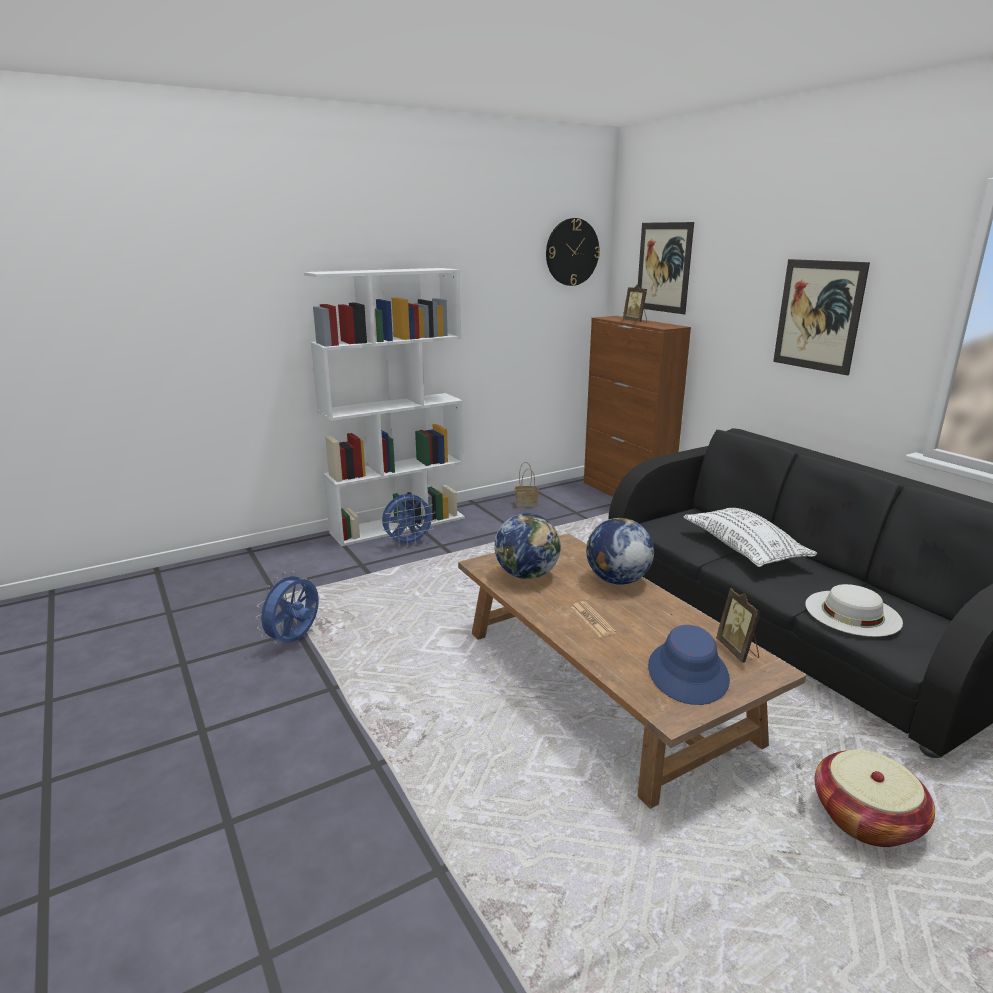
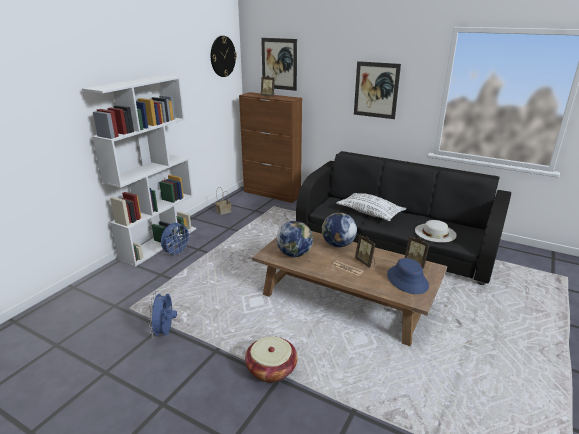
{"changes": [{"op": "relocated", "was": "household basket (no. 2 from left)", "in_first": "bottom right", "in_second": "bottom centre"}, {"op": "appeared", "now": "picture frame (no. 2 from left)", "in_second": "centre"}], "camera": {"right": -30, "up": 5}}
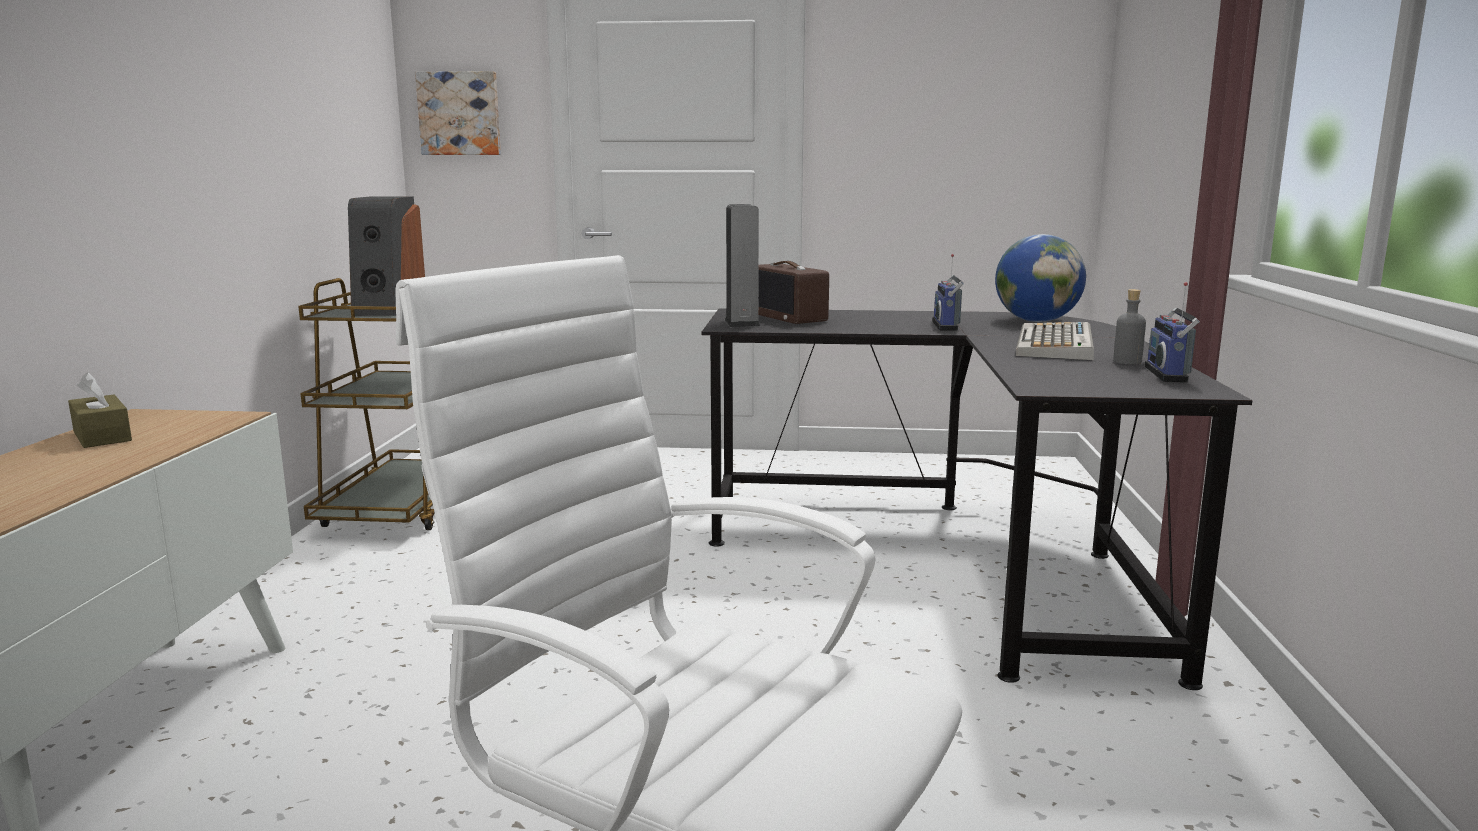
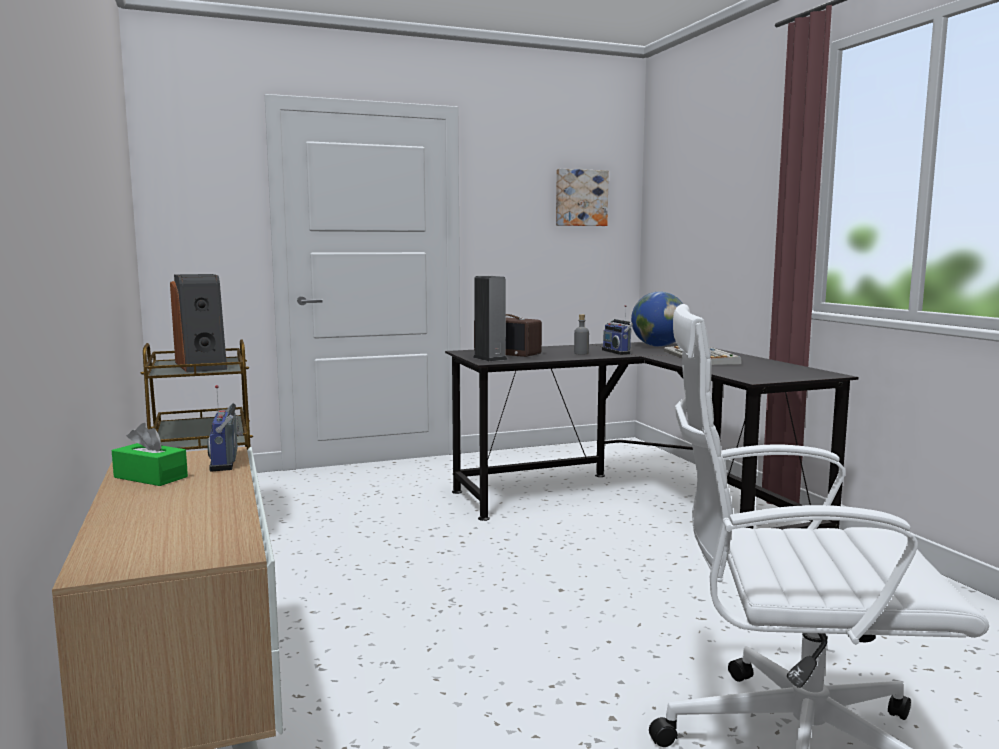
{"changes": [{"op": "colour", "was": "box of tissues (brown)", "now": "box of tissues (green)", "in_first": "middle left", "in_second": "middle left"}, {"op": "relocated", "was": "radio set (no. 3 from left in the first image)", "now": "radio set (no. 1 from left)", "in_first": "middle right", "in_second": "middle left"}, {"op": "relocated", "was": "wall picture", "in_first": "top left", "in_second": "top centre"}, {"op": "relocated", "was": "beverage bottle (gray)", "in_first": "middle right", "in_second": "centre"}], "camera": {"right": -25, "up": -5}}
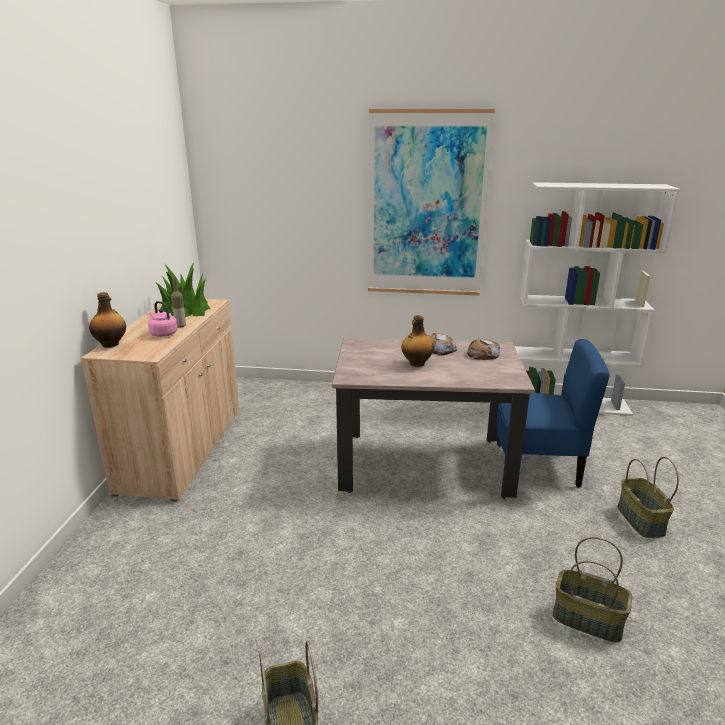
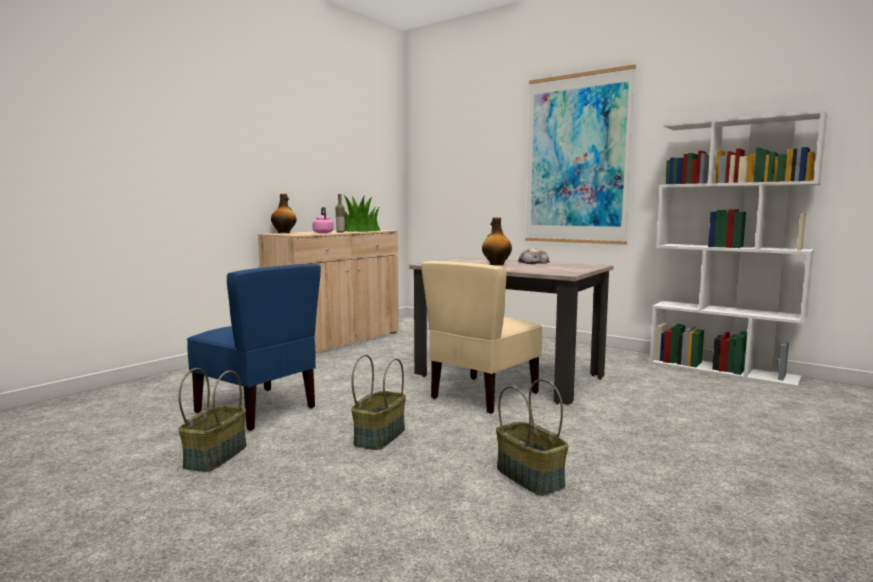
{"changes": [{"op": "relocated", "was": "upright chair (blue)", "in_first": "middle right", "in_second": "middle left"}, {"op": "relocated", "was": "household basket (no. 3 from left in the first image)", "now": "household basket (no. 2 from left)", "in_first": "bottom right", "in_second": "bottom centre"}, {"op": "appeared", "now": "upright chair (beige-coloured)", "in_second": "centre"}, {"op": "missing", "was": "baked bread (no. 2 from left)", "in_first": "centre"}], "camera": {"right": 30, "up": -15}}
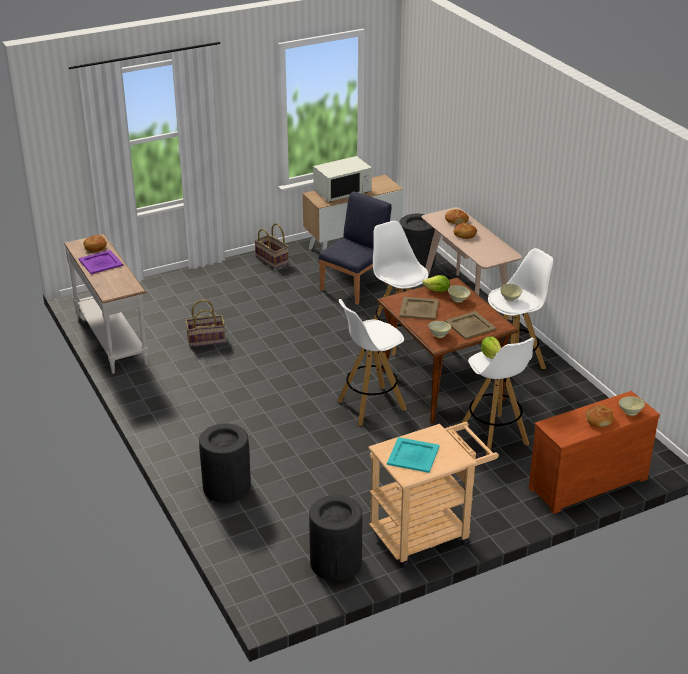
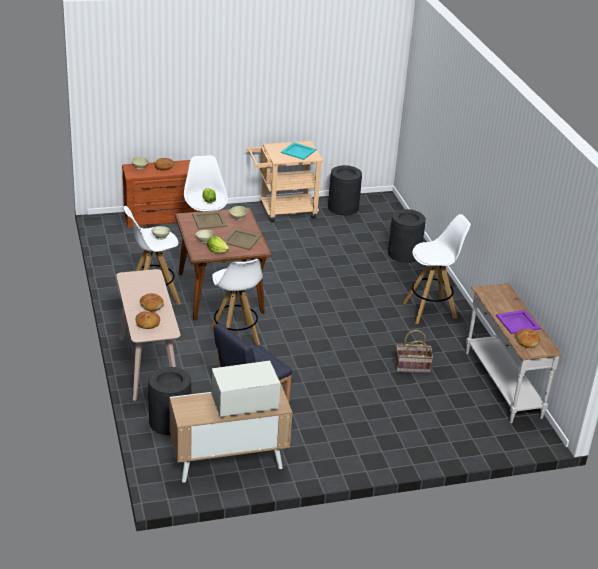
{"changes": [{"op": "relocated", "was": "sitting stool (white) (no. 1 from left in the first image)", "now": "sitting stool (white) (no. 4 from left)", "in_first": "centre", "in_second": "middle right"}, {"op": "missing", "was": "household basket (no. 2 from left)", "in_first": "centre"}], "camera": {"right": -170, "up": 0}}
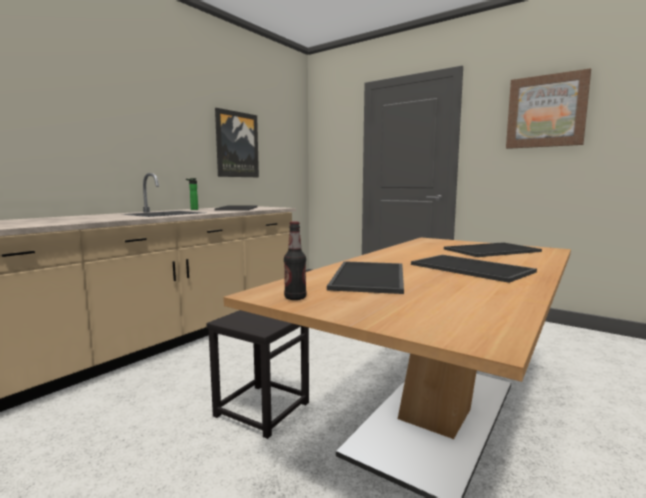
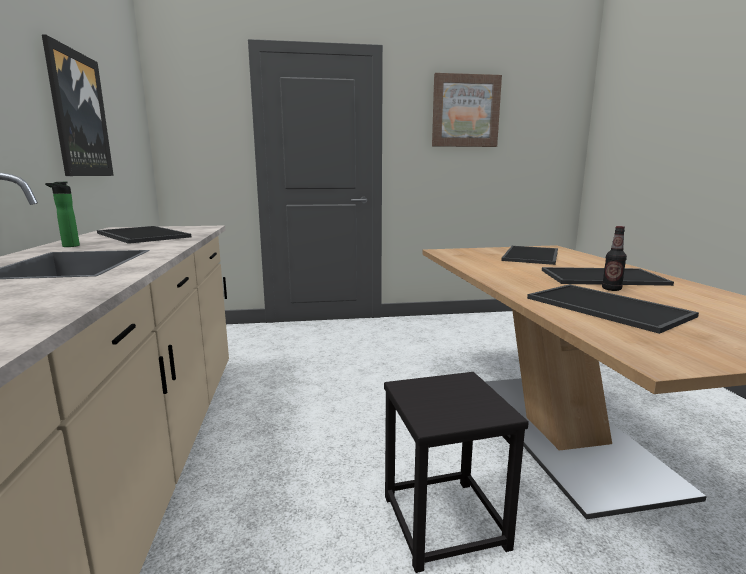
{"changes": [{"op": "relocated", "was": "beverage bottle (no. 2 from left)", "in_first": "centre", "in_second": "middle right"}], "camera": {"right": -45, "up": 5}}
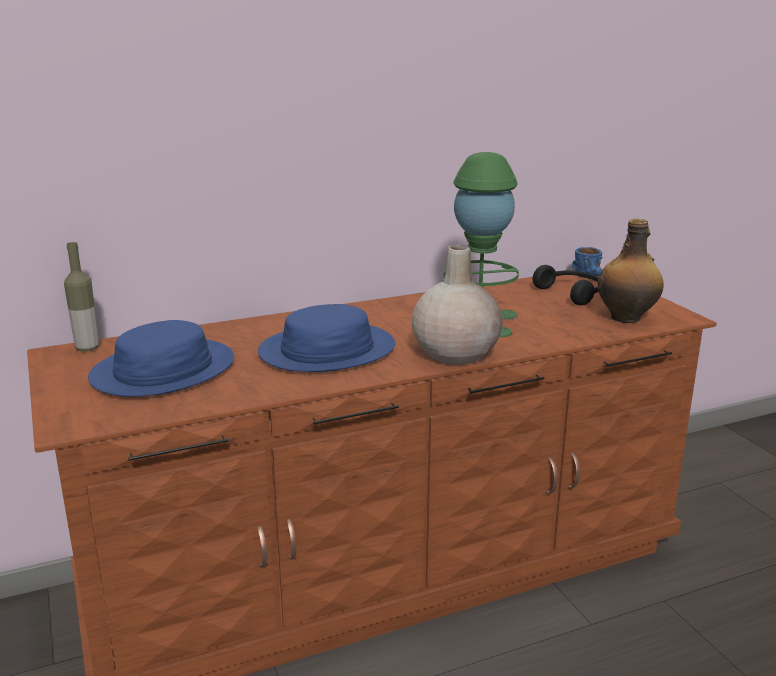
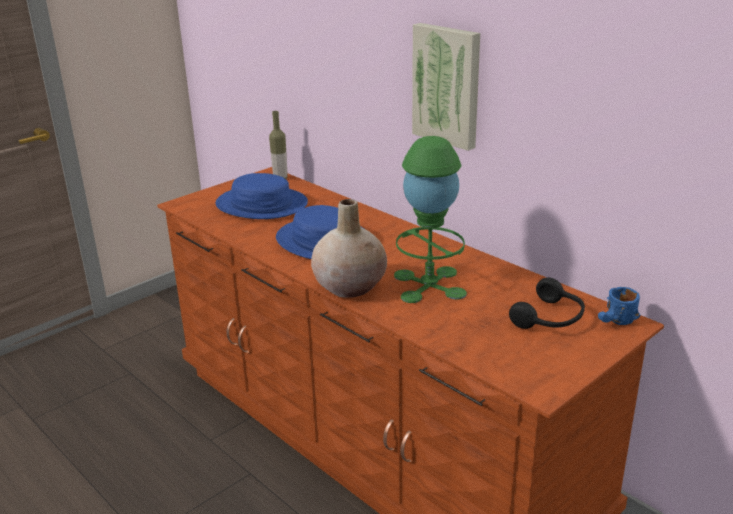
{"changes": [{"op": "appeared", "now": "wall picture", "in_second": "top centre"}, {"op": "missing", "was": "beverage bottle (no. 2 from left)", "in_first": "middle right"}], "camera": {"right": 70, "up": 5}}
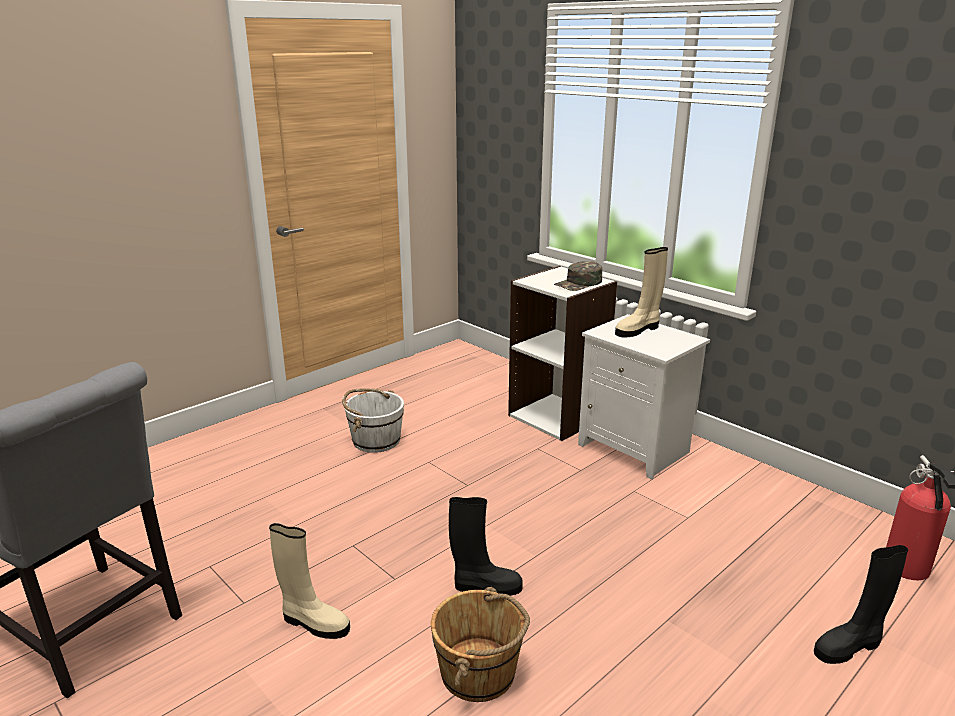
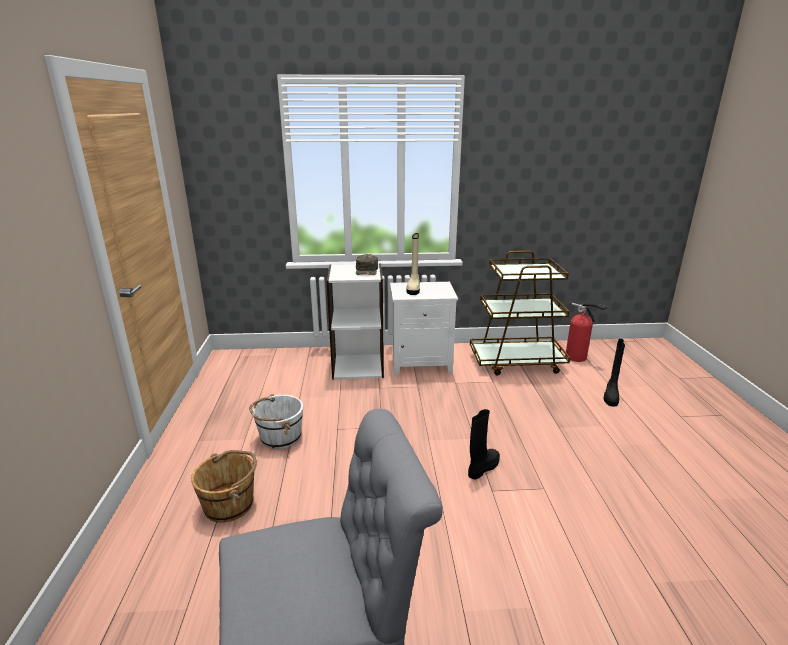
{"changes": [{"op": "relocated", "was": "water bucket (brown)", "in_first": "bottom centre", "in_second": "bottom left"}, {"op": "appeared", "now": "trolley (brown)", "in_second": "centre"}, {"op": "missing", "was": "tall boot (beige-coloured) (no. 1 from left)", "in_first": "bottom left"}], "camera": {"right": -50, "up": 0}}
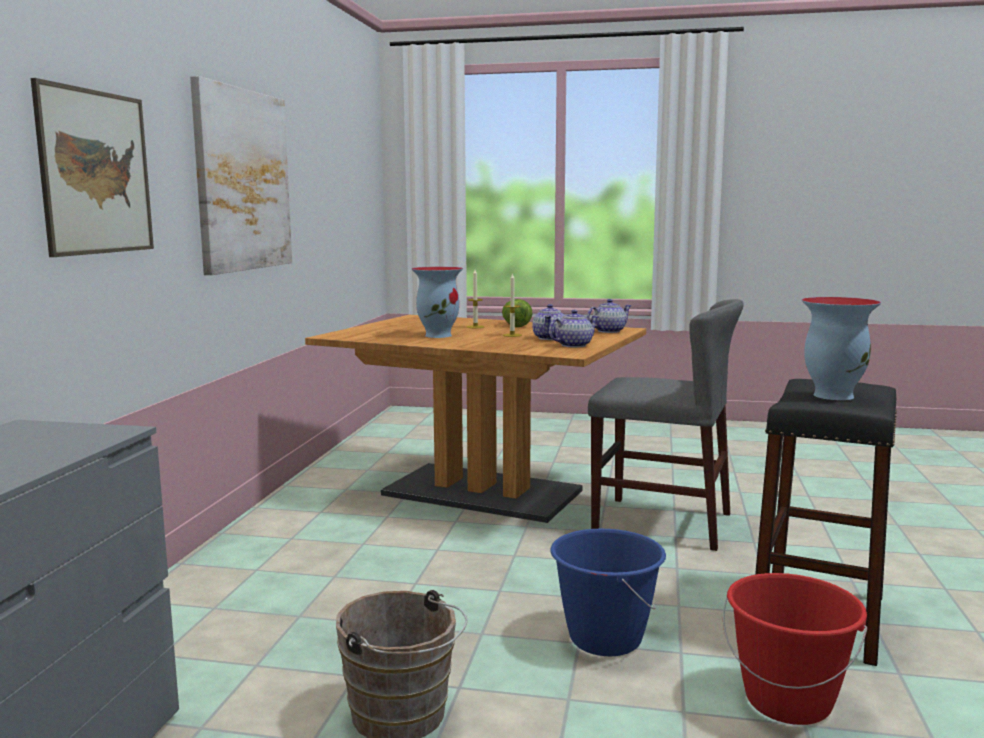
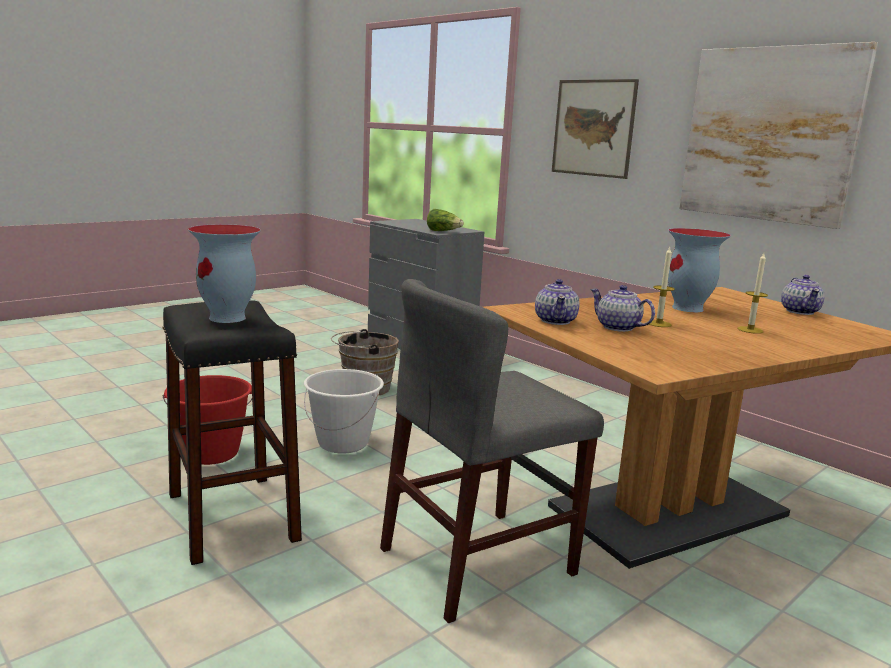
{"changes": [{"op": "colour", "was": "water bucket (blue)", "now": "water bucket (white)", "in_first": "bottom centre", "in_second": "centre"}, {"op": "relocated", "was": "head of lettuce", "in_first": "centre", "in_second": "top centre"}, {"op": "relocated", "was": "teapot (no. 3 from left)", "in_first": "centre", "in_second": "middle right"}], "camera": {"right": 125, "up": 5}}
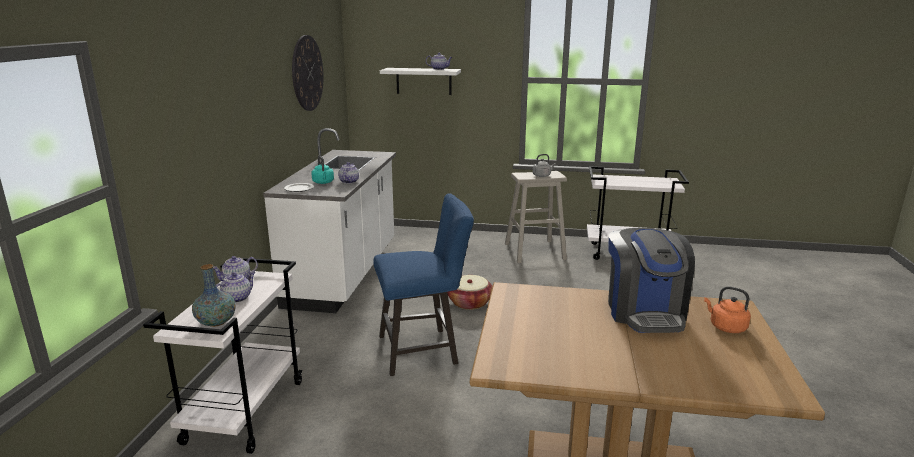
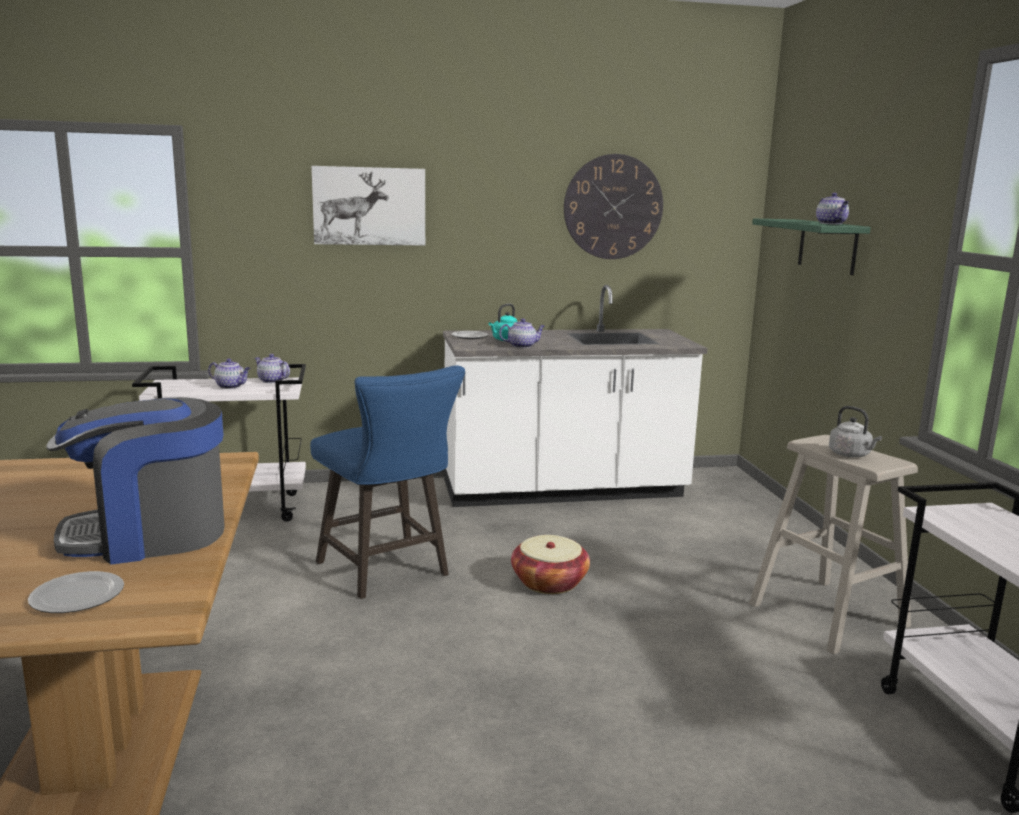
{"changes": [{"op": "exchanged", "was": "tea kettle (orangey)", "now": "dinner plate (no. 1 from left)", "in_first": "bottom right", "in_second": "bottom left"}, {"op": "appeared", "now": "wall picture", "in_second": "top centre"}, {"op": "colour", "was": "shelf (white)", "now": "shelf (green)", "in_first": "top centre", "in_second": "top right"}, {"op": "missing", "was": "decorative vase", "in_first": "middle left"}], "camera": {"right": 70, "up": -5}}
